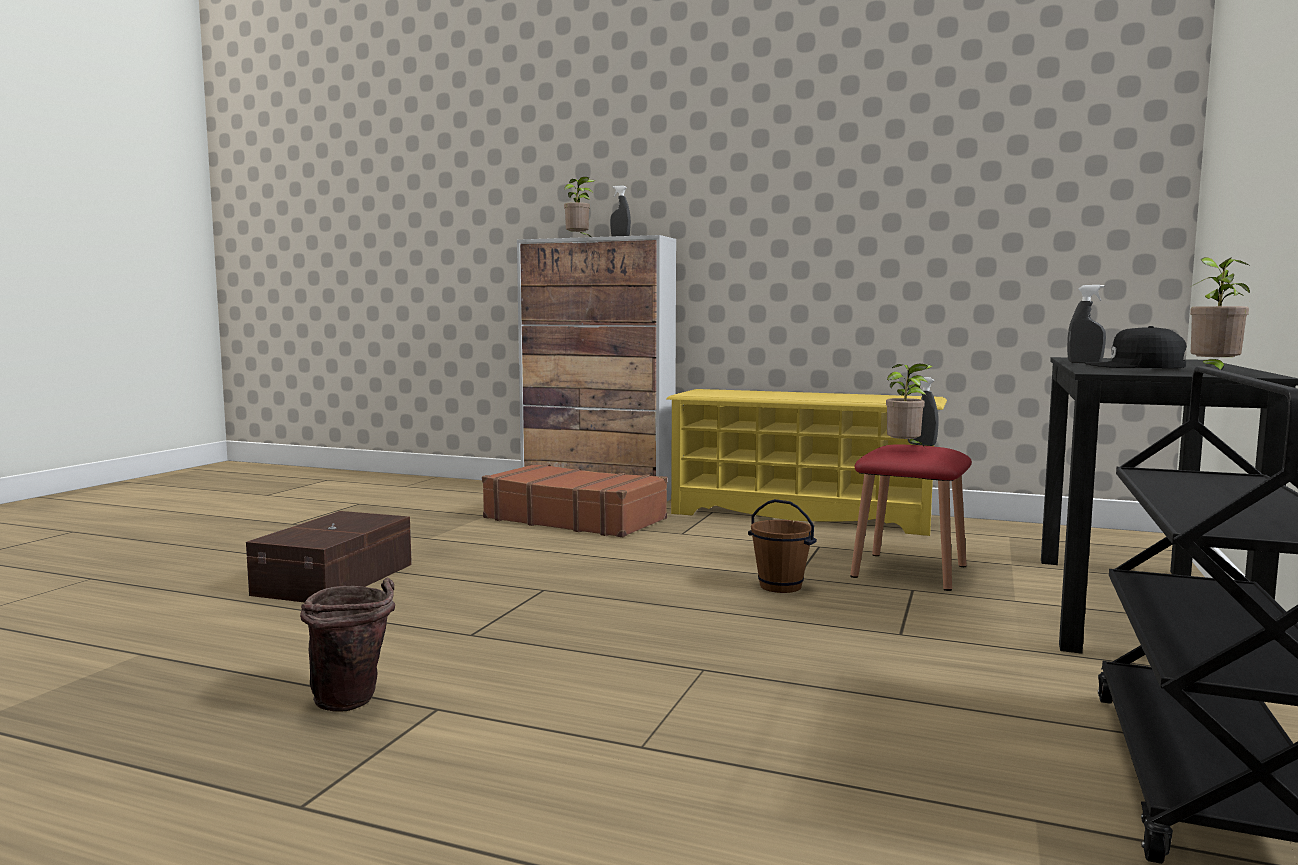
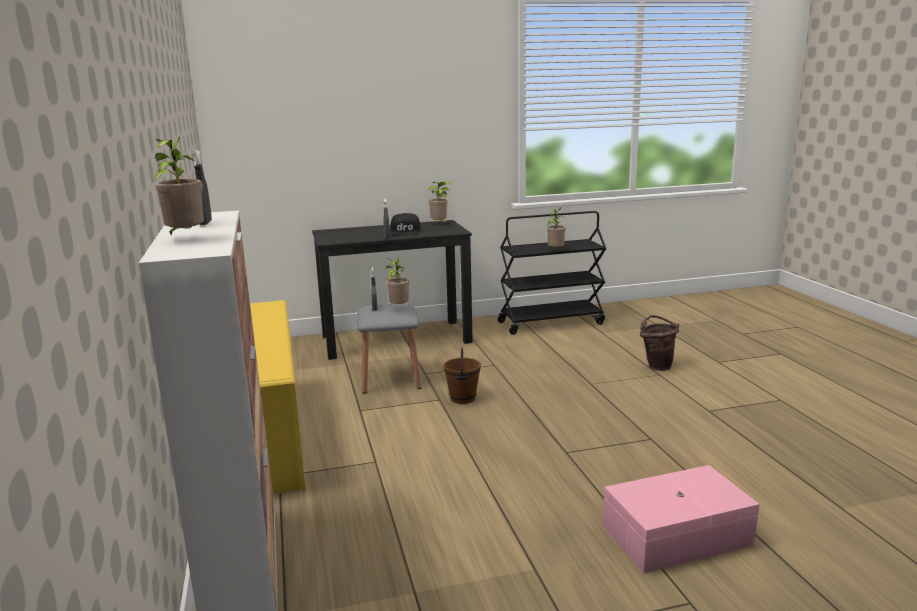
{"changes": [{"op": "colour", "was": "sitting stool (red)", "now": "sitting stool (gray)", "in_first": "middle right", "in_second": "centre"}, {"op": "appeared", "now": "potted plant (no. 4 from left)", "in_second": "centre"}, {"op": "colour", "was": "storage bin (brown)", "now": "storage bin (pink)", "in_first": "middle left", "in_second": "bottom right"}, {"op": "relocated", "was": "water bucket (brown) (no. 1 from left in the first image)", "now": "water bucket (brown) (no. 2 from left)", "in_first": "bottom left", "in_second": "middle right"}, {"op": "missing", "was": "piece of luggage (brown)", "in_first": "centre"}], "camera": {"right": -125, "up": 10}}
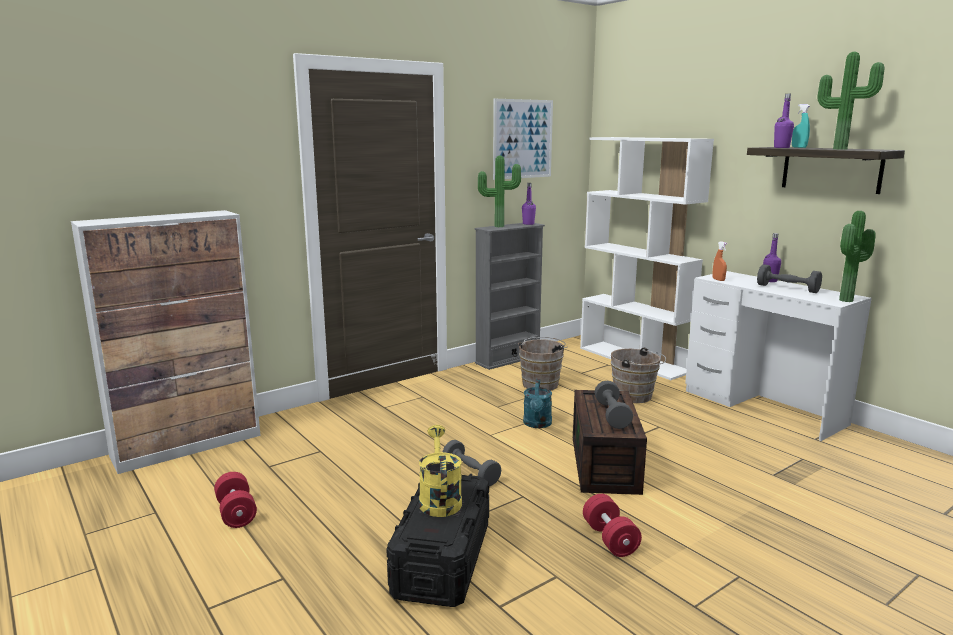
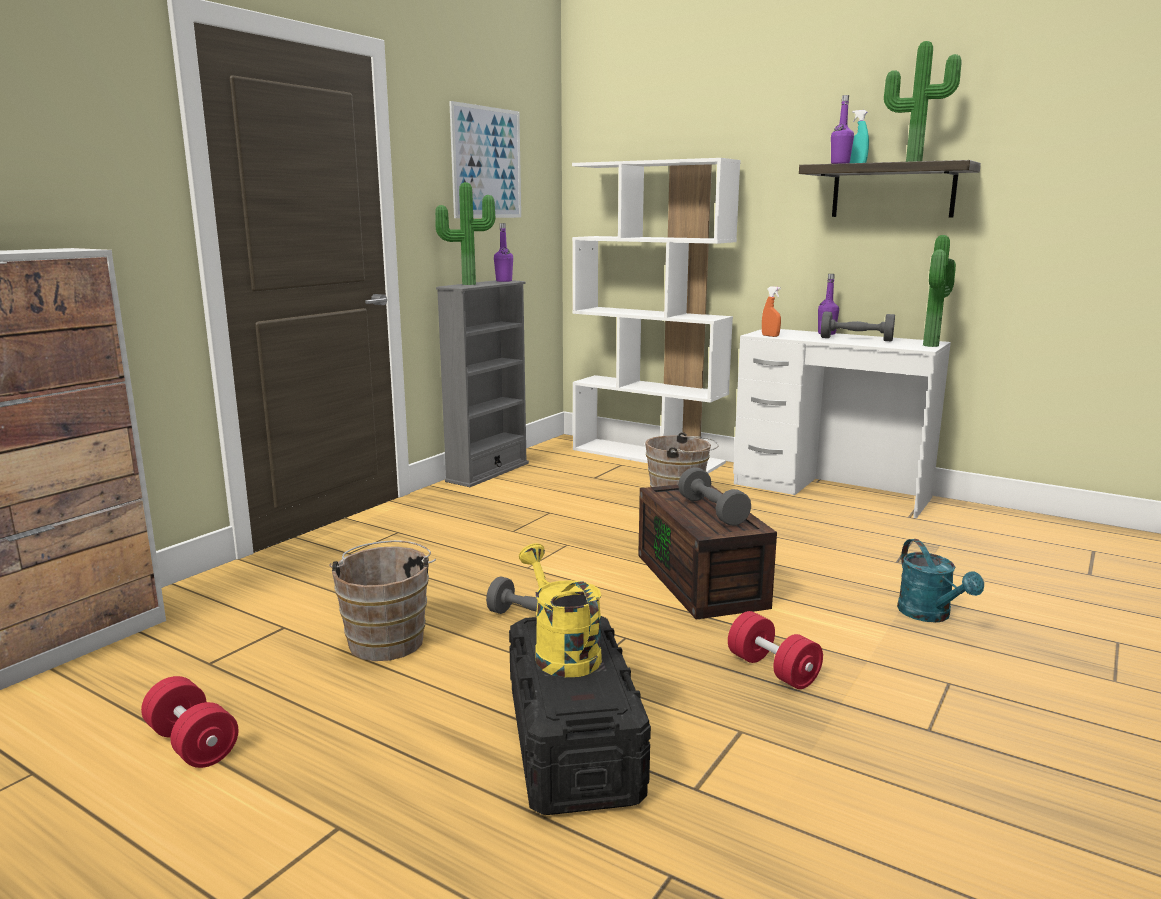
{"changes": [{"op": "relocated", "was": "water bucket (brown) (no. 1 from left)", "in_first": "centre", "in_second": "bottom left"}, {"op": "relocated", "was": "watering pot (turquoise-coloured)", "in_first": "centre", "in_second": "middle right"}], "camera": {"right": -20, "up": 0}}
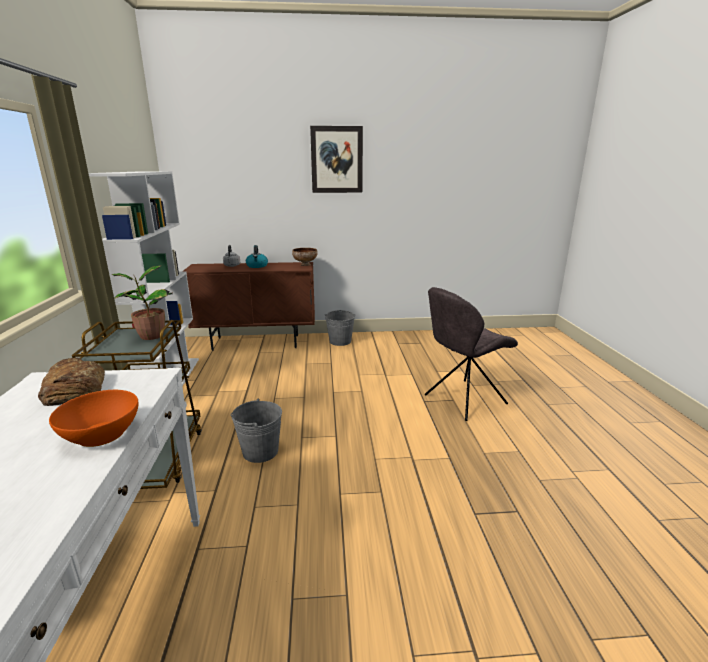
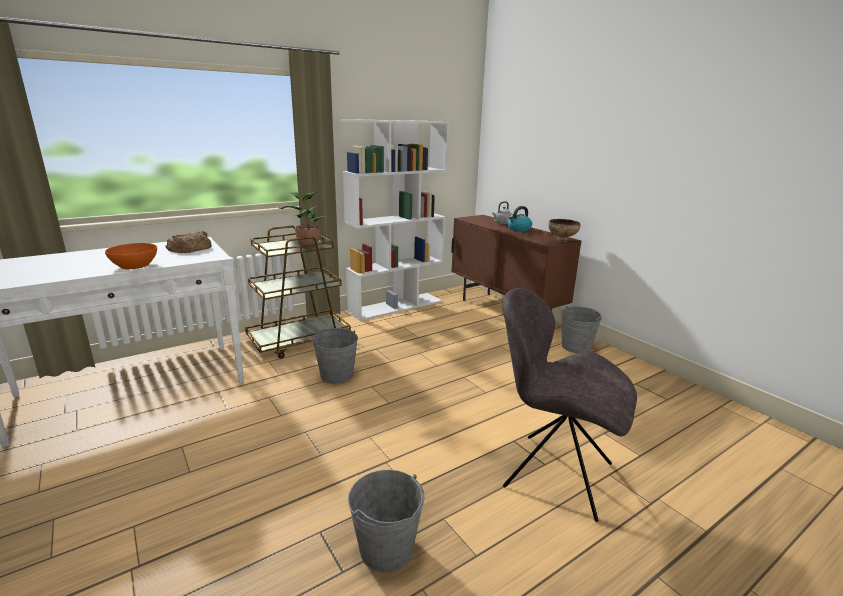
{"changes": [{"op": "appeared", "now": "water bucket (gray) (no. 2 from left)", "in_second": "bottom centre"}, {"op": "missing", "was": "wall picture", "in_first": "top centre"}], "camera": {"right": 60, "up": 0}}
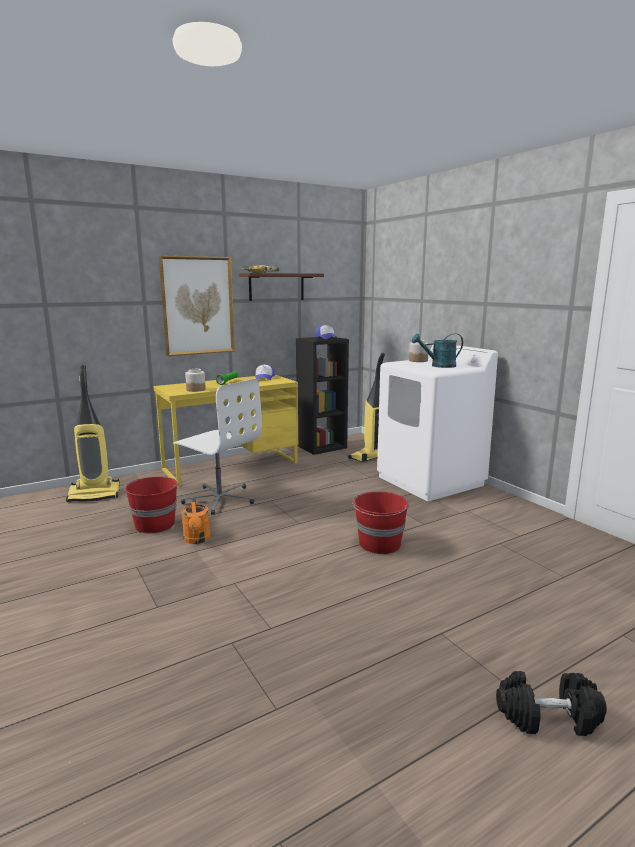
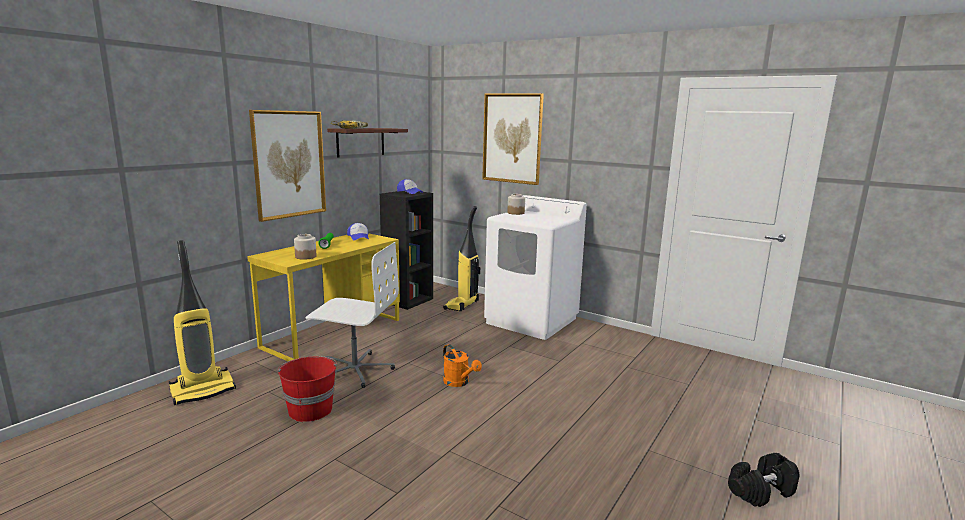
{"changes": [{"op": "relocated", "was": "watering pot (orangey)", "in_first": "middle left", "in_second": "bottom centre"}, {"op": "appeared", "now": "wall picture (no. 2 from left)", "in_second": "top centre"}, {"op": "missing", "was": "water bucket (red) (no. 2 from left)", "in_first": "centre"}, {"op": "missing", "was": "watering pot (turquoise-coloured)", "in_first": "middle right"}], "camera": {"right": -25, "up": 0}}
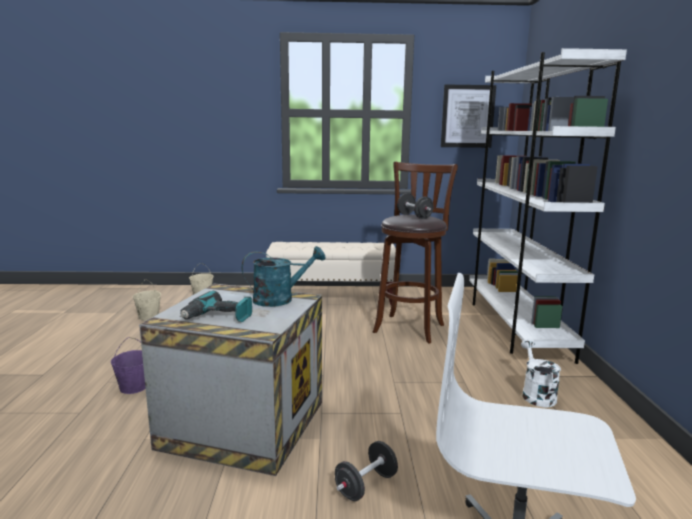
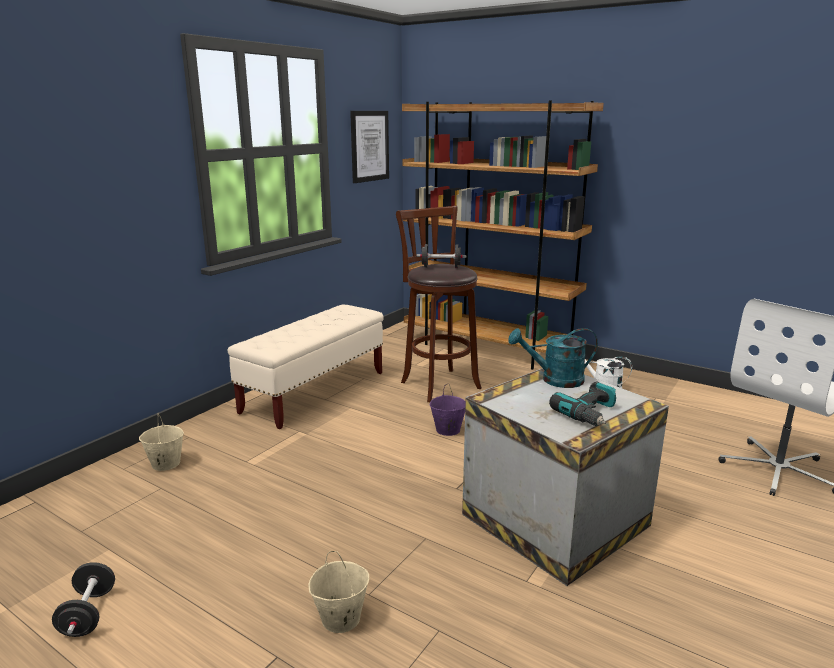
{"changes": [{"op": "relocated", "was": "hand weight (black-coloured) (no. 1 from left)", "in_first": "bottom centre", "in_second": "bottom left"}, {"op": "relocated", "was": "water bucket (beige-coloured) (no. 1 from left in the first image)", "now": "water bucket (beige-coloured) (no. 2 from left)", "in_first": "middle left", "in_second": "bottom centre"}, {"op": "colour", "was": "bookshelf (white)", "now": "bookshelf (brown)", "in_first": "middle right", "in_second": "centre"}, {"op": "relocated", "was": "water bucket (purple)", "in_first": "bottom left", "in_second": "centre"}, {"op": "spun", "was": "watering pot (turquoise-coloured)", "in_first": "centre", "in_second": "centre", "clockwise": -105}], "camera": {"right": -55, "up": 5}}
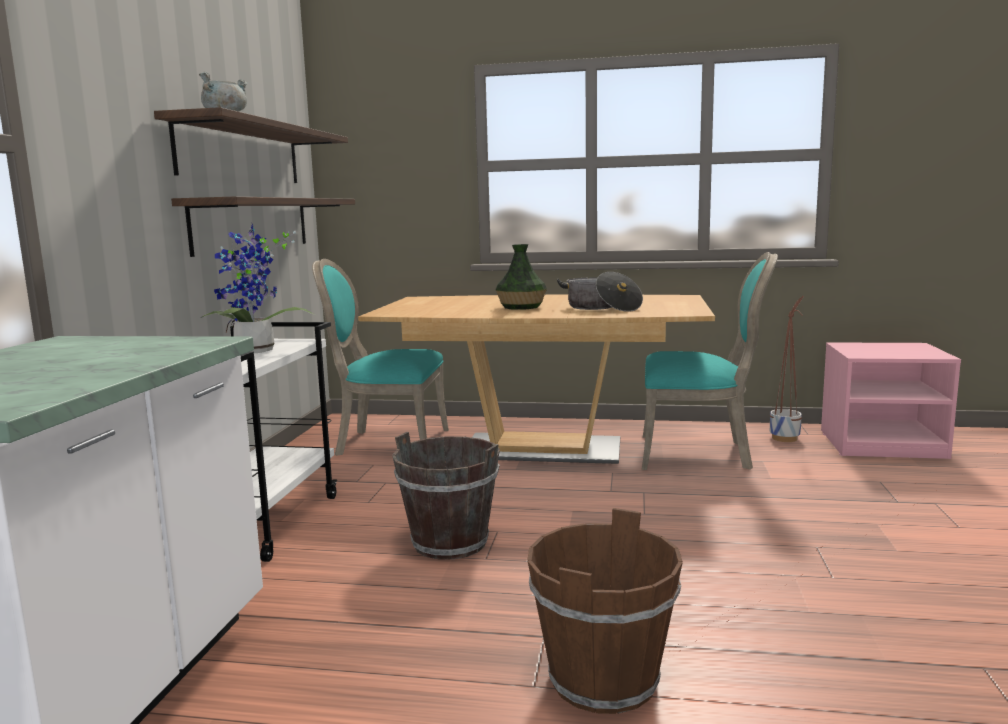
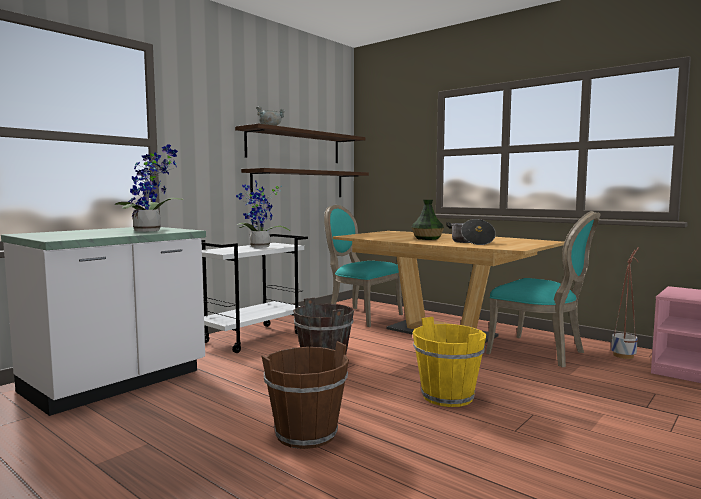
{"changes": [{"op": "appeared", "now": "potted plant (no. 1 from left)", "in_second": "middle left"}, {"op": "appeared", "now": "water bucket (yellow-coloured)", "in_second": "bottom centre"}], "camera": {"right": 30, "up": -5}}
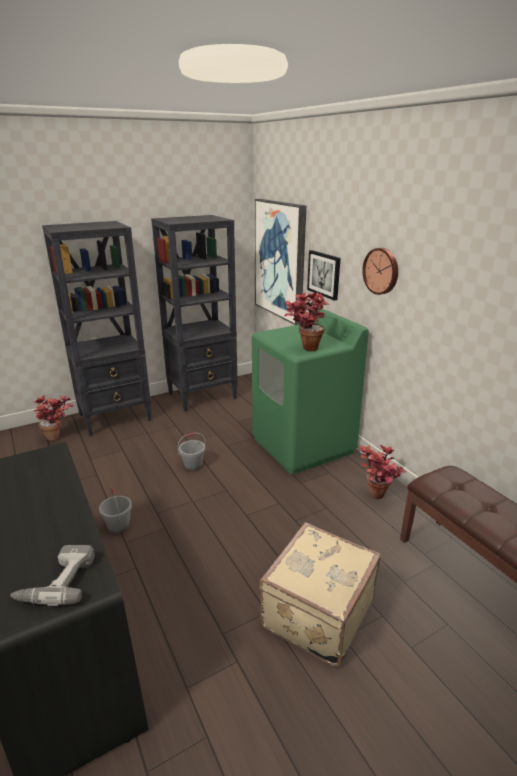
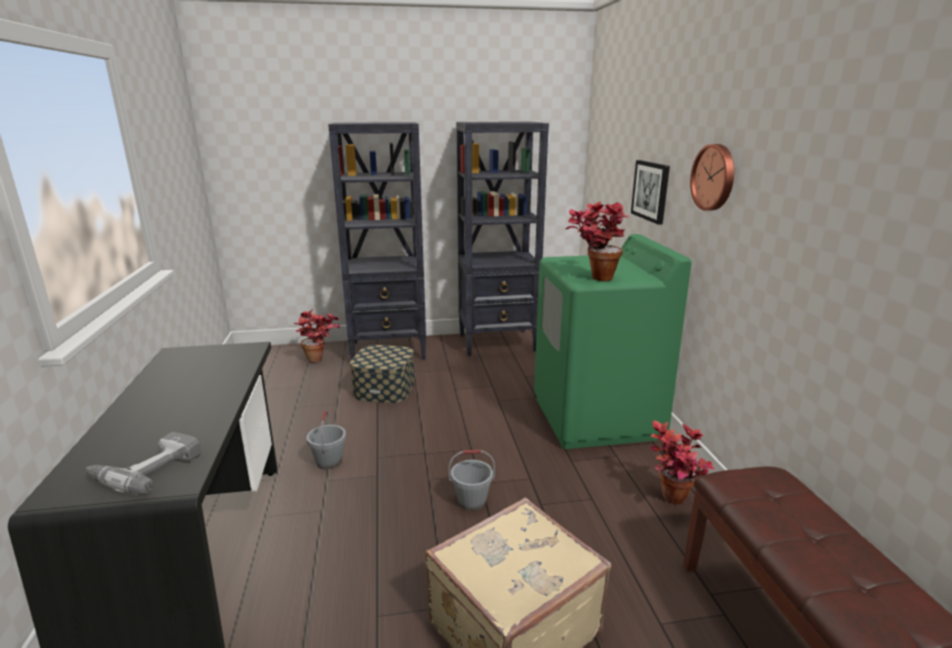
{"changes": [{"op": "appeared", "now": "storage bin", "in_second": "centre"}, {"op": "relocated", "was": "water bucket (gray) (no. 2 from left)", "in_first": "centre", "in_second": "bottom centre"}, {"op": "missing", "was": "wall picture (no. 1 from left)", "in_first": "centre"}], "camera": {"right": 20, "up": -5}}
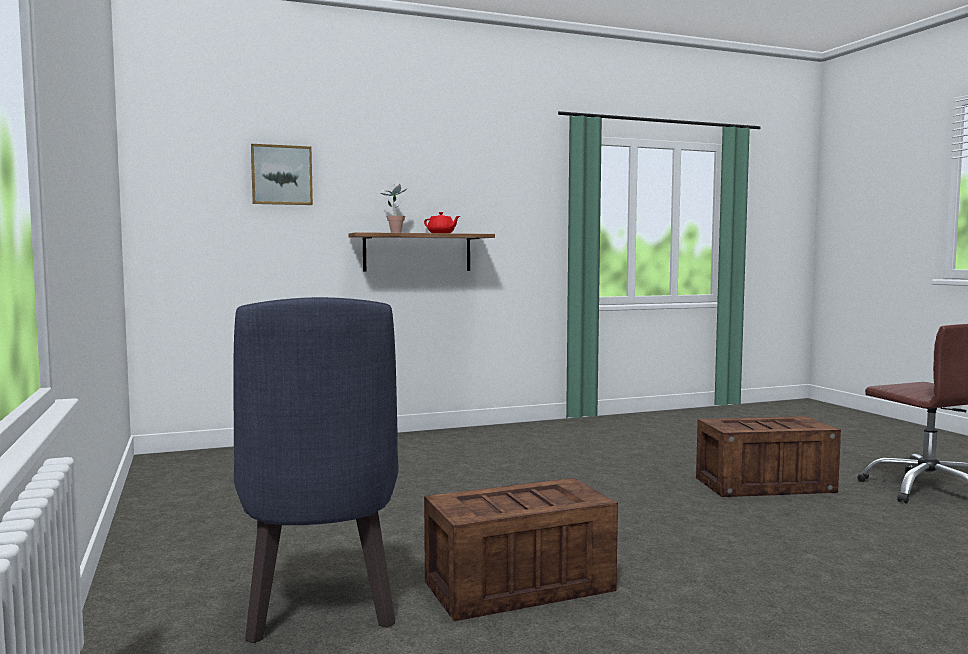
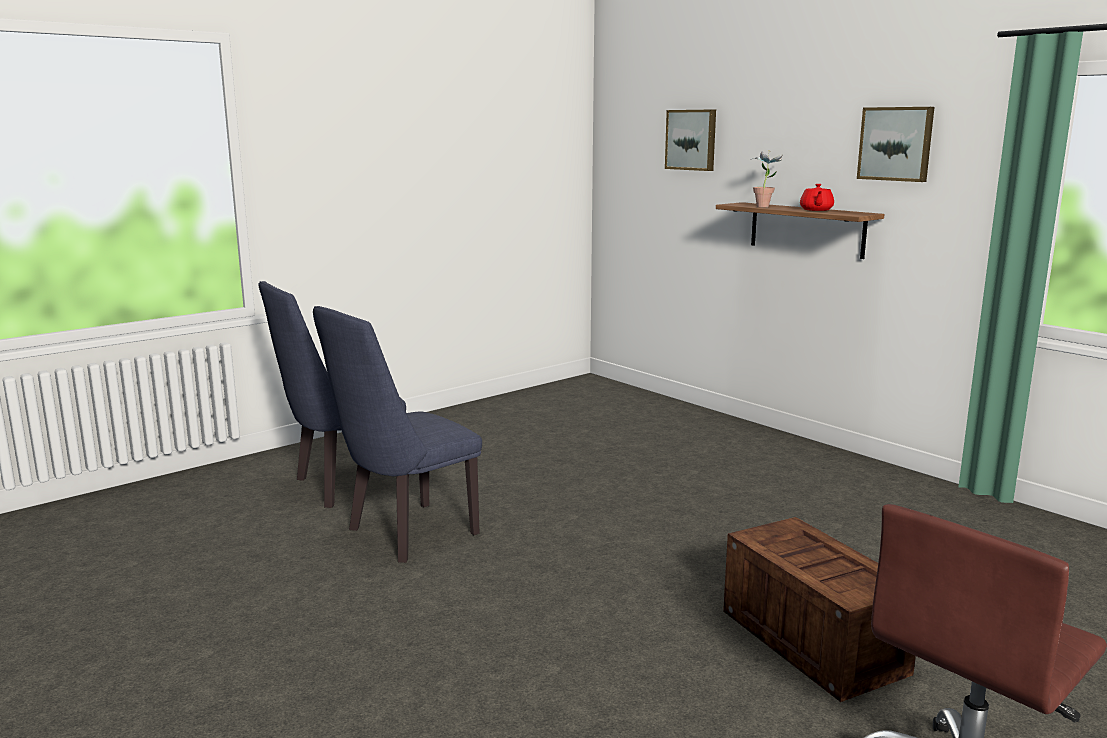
{"changes": [{"op": "exchanged", "was": "packing crate (no. 1 from left)", "now": "upright chair (blue) (no. 2 from left)", "in_first": "bottom centre", "in_second": "centre"}, {"op": "appeared", "now": "wall picture (no. 2 from left)", "in_second": "top right"}], "camera": {"right": 70, "up": 10}}
